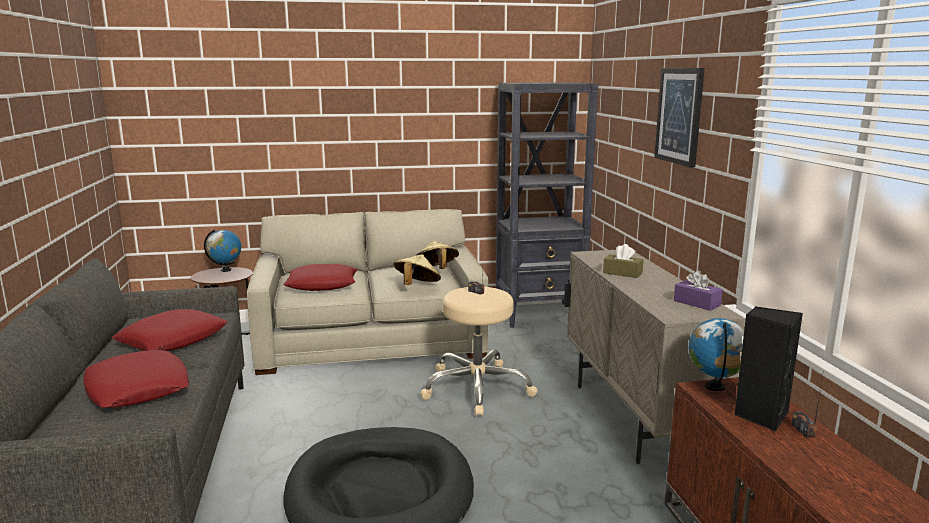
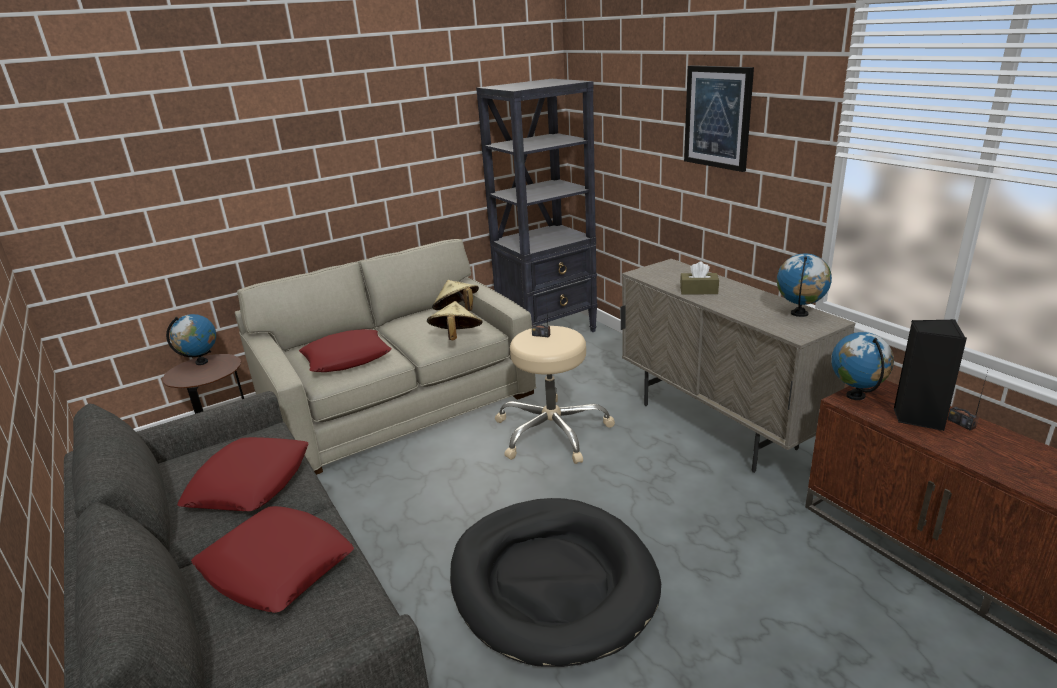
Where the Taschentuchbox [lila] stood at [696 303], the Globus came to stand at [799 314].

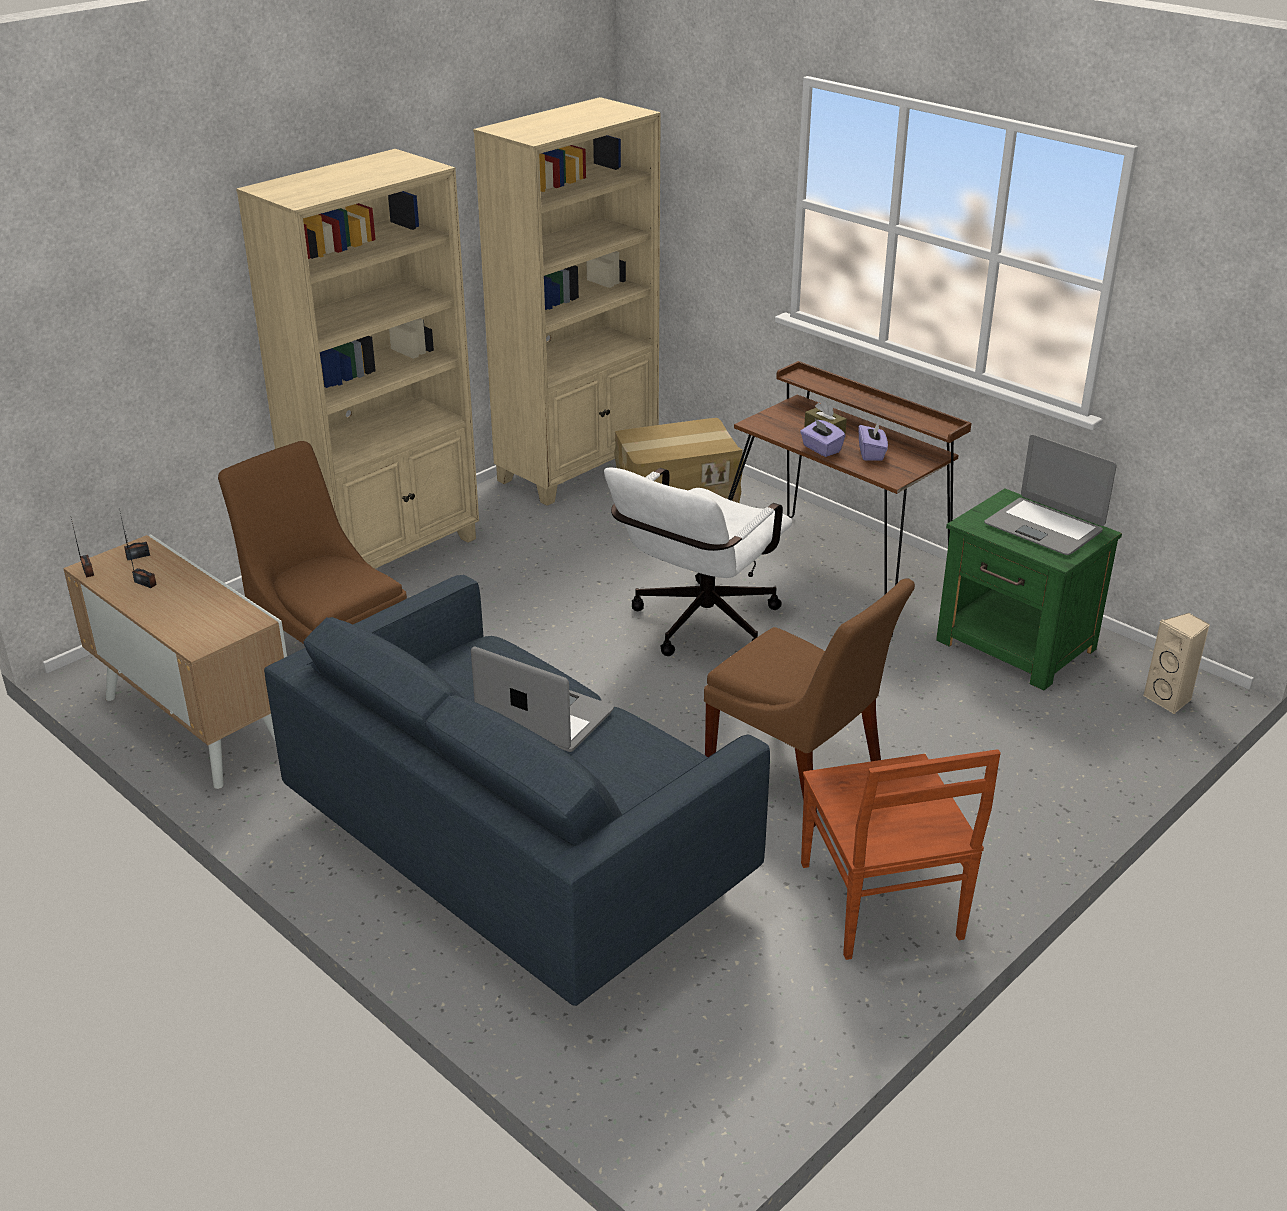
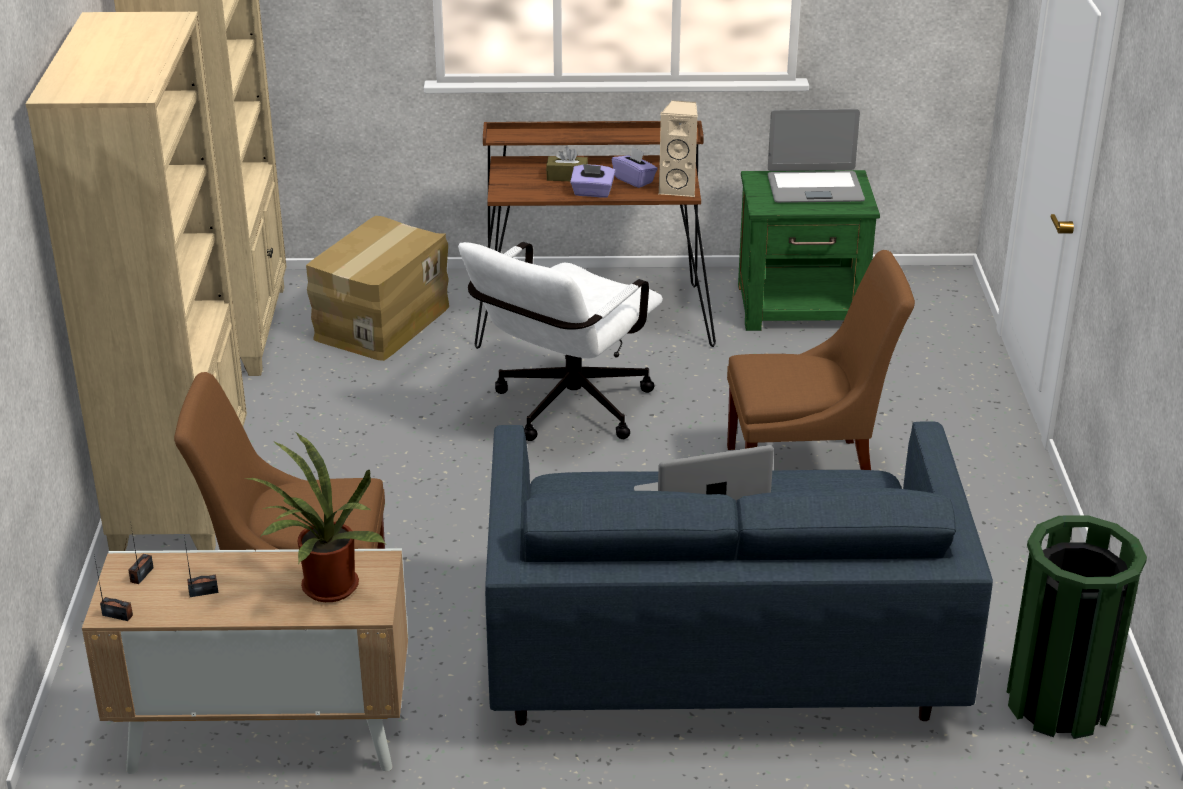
The Bürostuhl [weiß] at [698 627] ended up facing another way, 45 degrees clockwise from before.
The second view lost the Stuhl [braun] at [881 904].
The Lautsprecher [beige] ended up elsewhere, having gone from [1169 700] to [679 189].
The second view gained the Topfpflanze at [325 590].
The second view gained the Mülleimer [grün] at [1058 703].

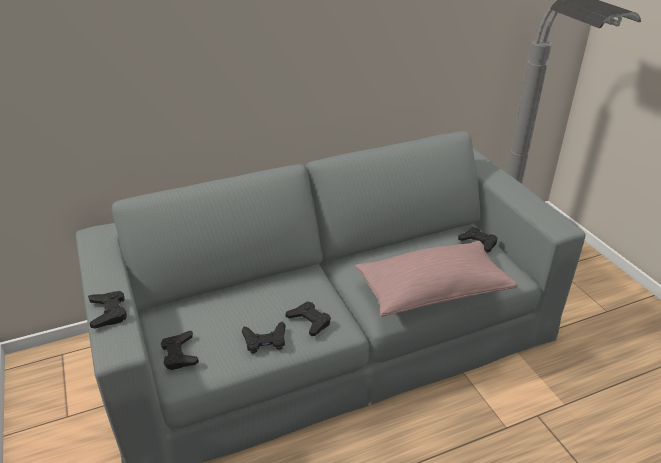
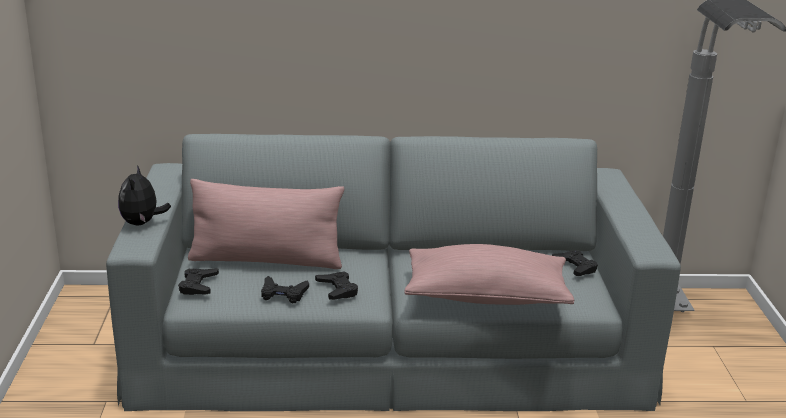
Where the Gamepad [schwarz] stood at [108 312], the Plüschtier came to stand at [142 223].
The second view gained the Kissen [rosa] at [266 260].

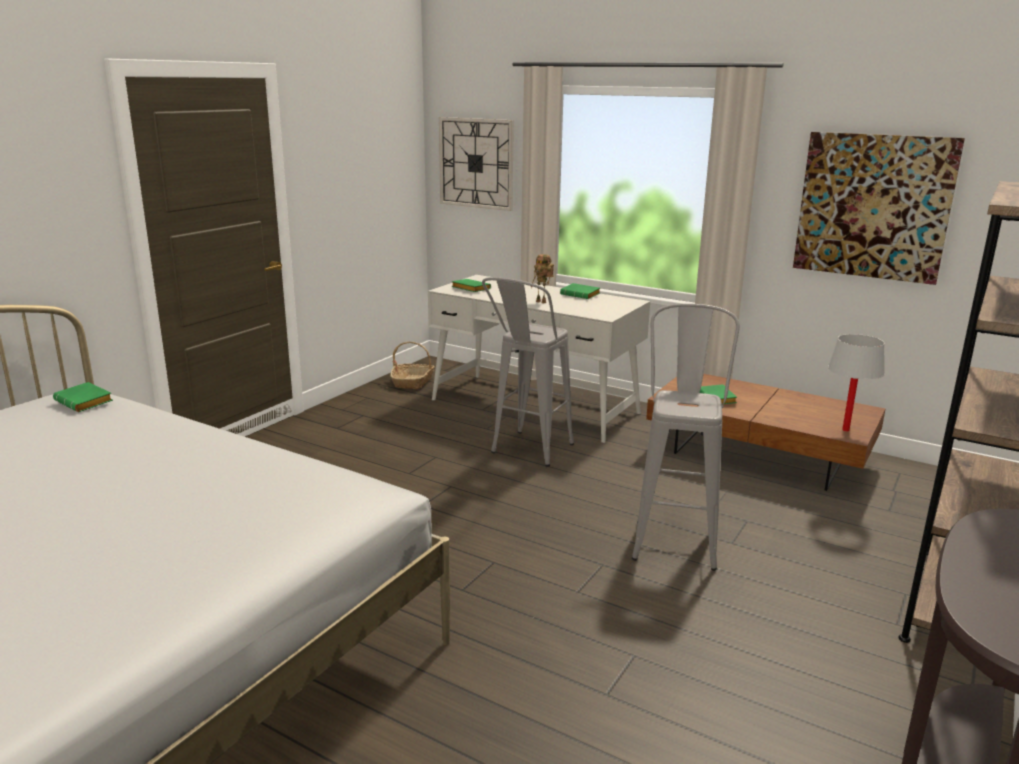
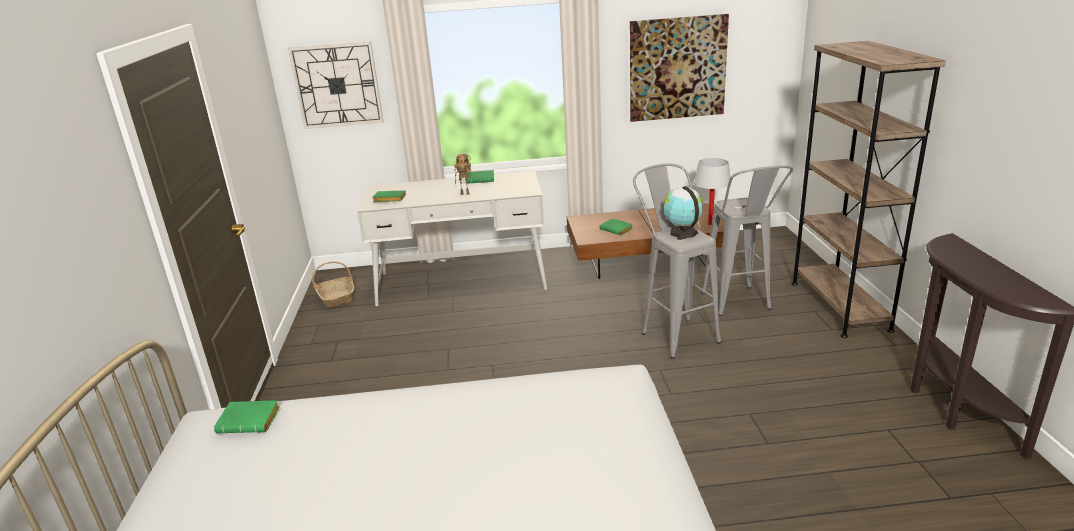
The Hocker [grau] ended up elsewhere, having gone from [526 453] to [739 306].
The second view gained the Globus at [682 232].

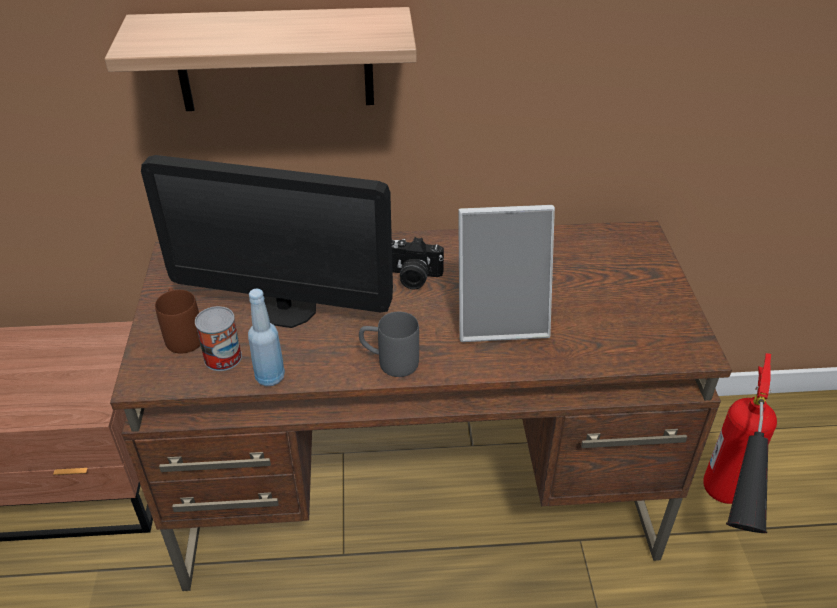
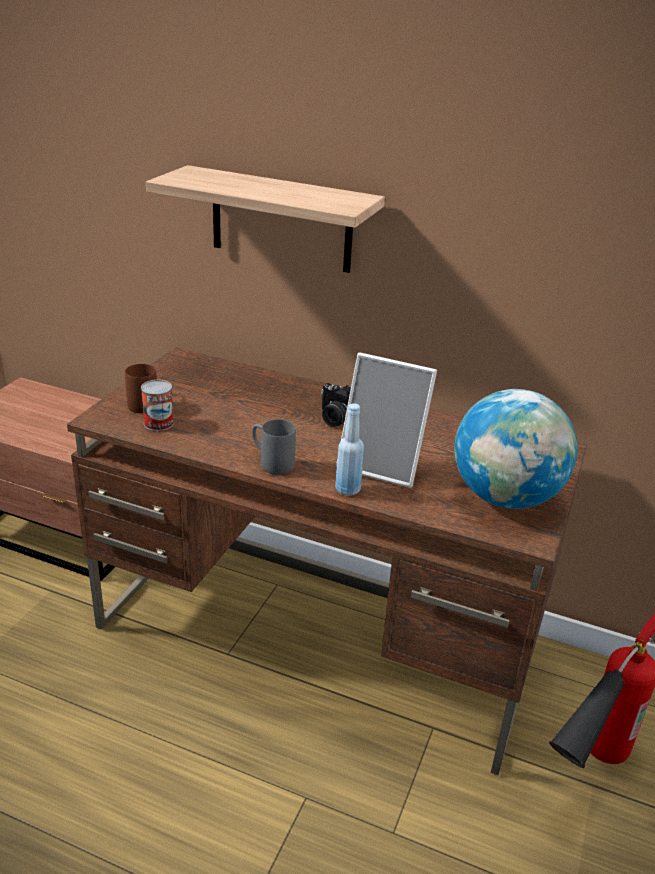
The second view lost the Monitor at [284 308].
The Flasche [blau] ended up elsewhere, having gone from [270 377] to [347 490].
The second view gained the Globus at [505 497].

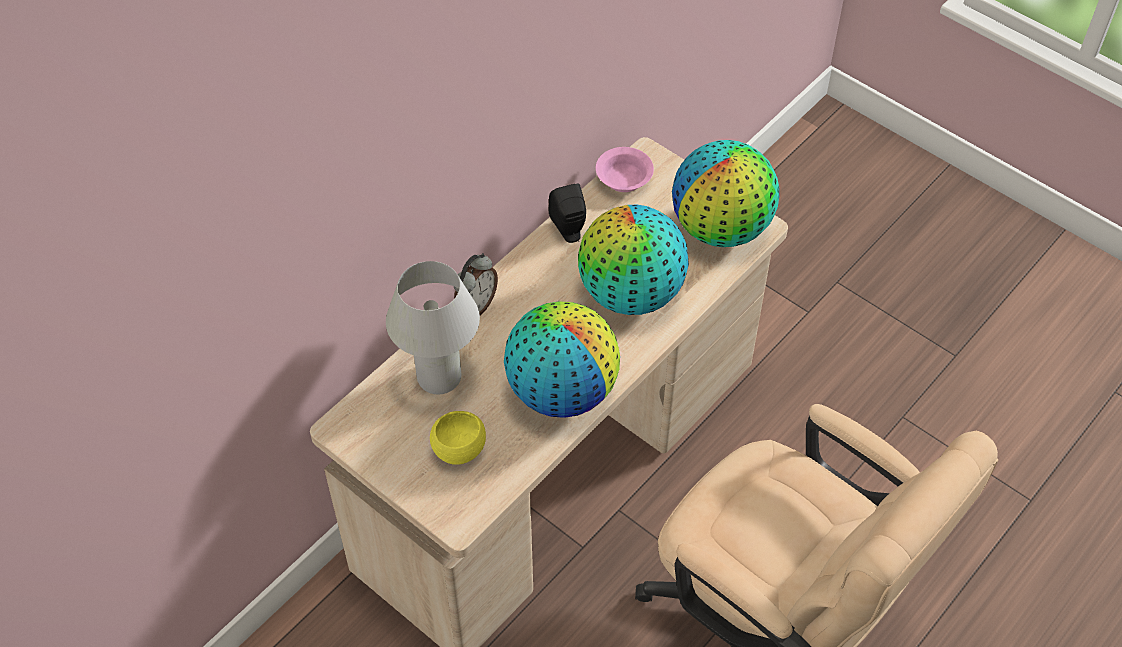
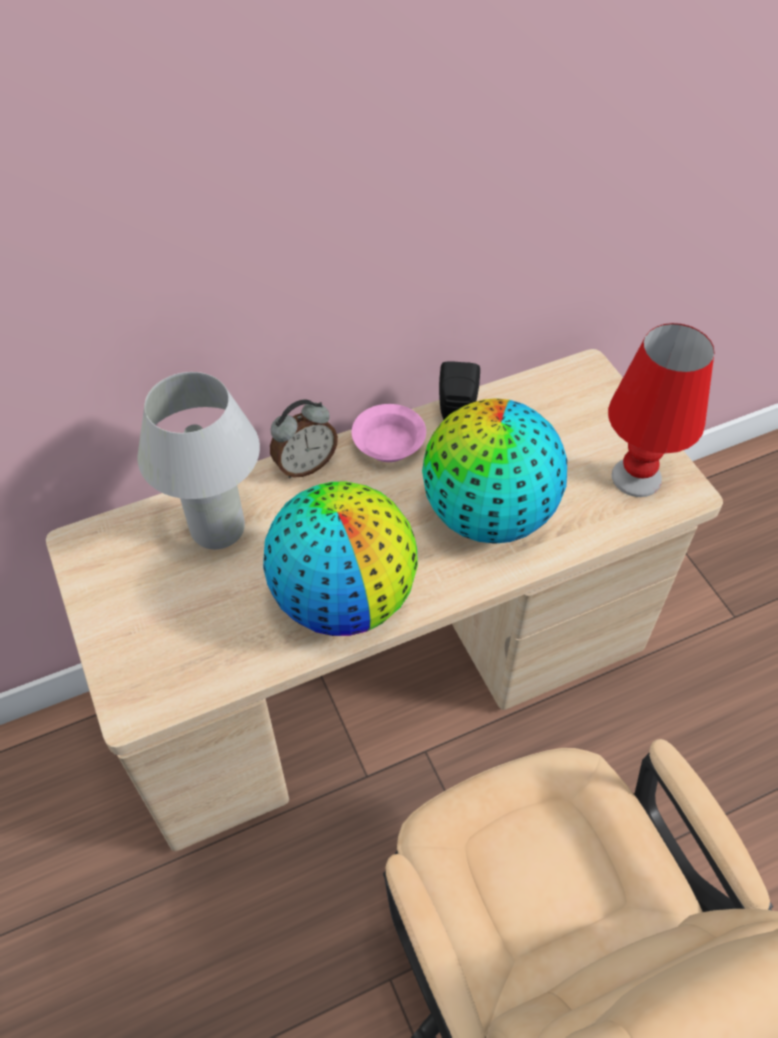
The second view lost the Schüssel [gelb] at [459 450].
The Schüssel [rosa] ended up elsewhere, having gone from [622 178] to [388 444].
Where the Globus stood at [721 228], the Tischlampe [rot] came to stand at [637 477].

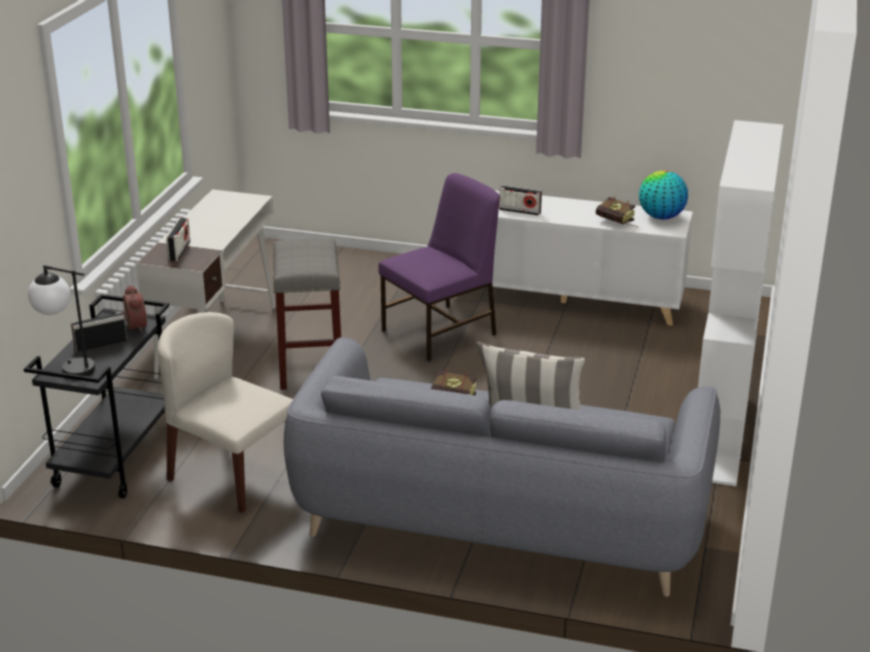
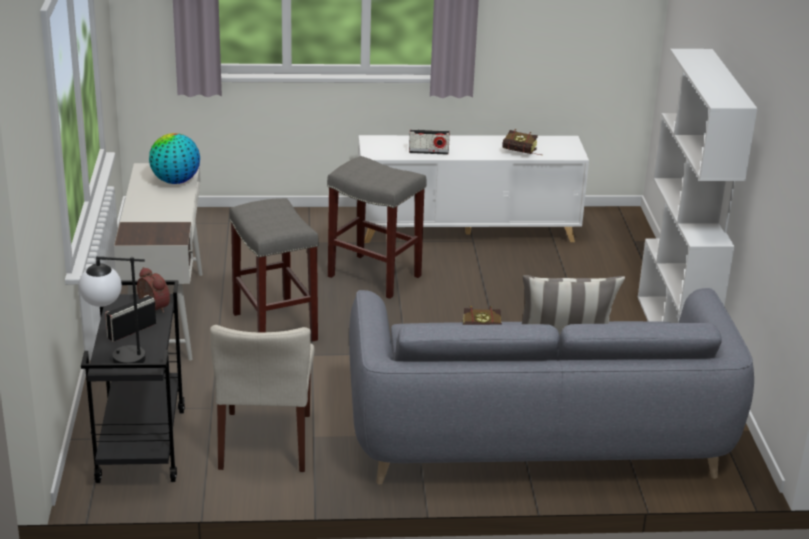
The Stuhl [beige] at [231 475] ended up facing another way, 105 degrees counterclockwise from before.
The second view lost the Radio at [179 251].
Where the Stuhl [lila] stood at [441 332], the Hocker [grau] came to stand at [376 276].
The Globus ended up elsewhere, having gone from [661 217] to [175 181].

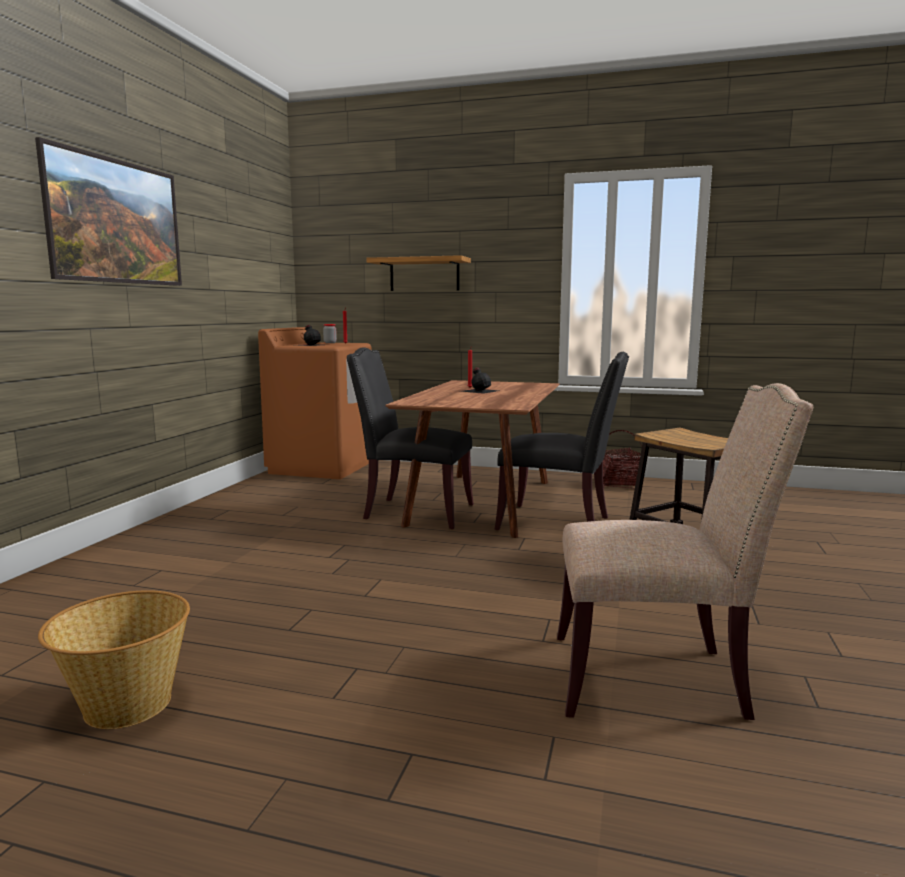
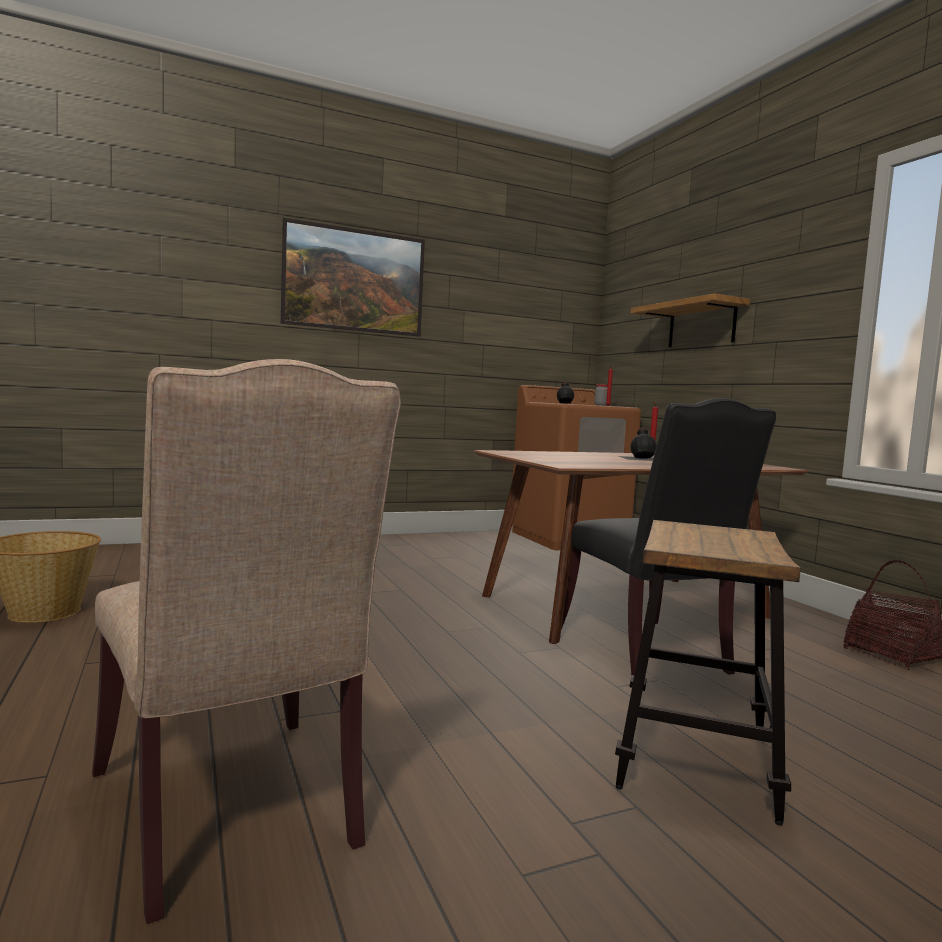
The second view lost the Stuhl [schwarz] at [413 512].

